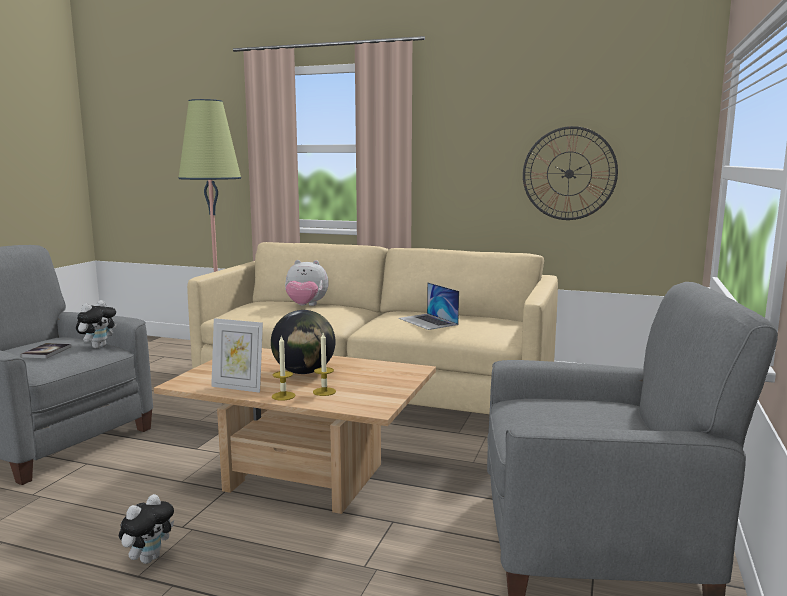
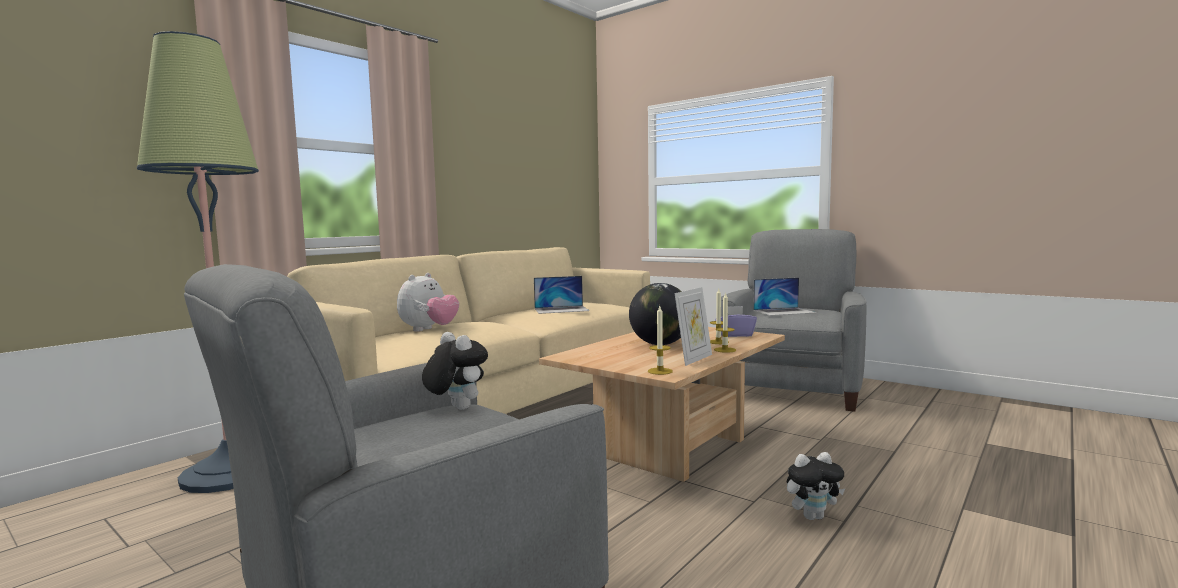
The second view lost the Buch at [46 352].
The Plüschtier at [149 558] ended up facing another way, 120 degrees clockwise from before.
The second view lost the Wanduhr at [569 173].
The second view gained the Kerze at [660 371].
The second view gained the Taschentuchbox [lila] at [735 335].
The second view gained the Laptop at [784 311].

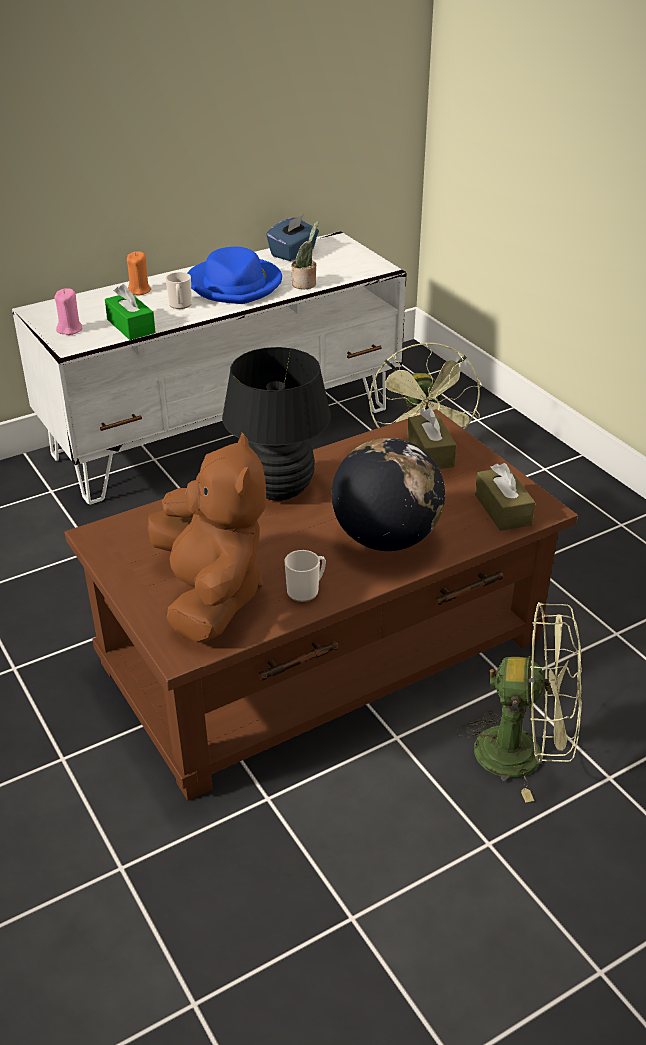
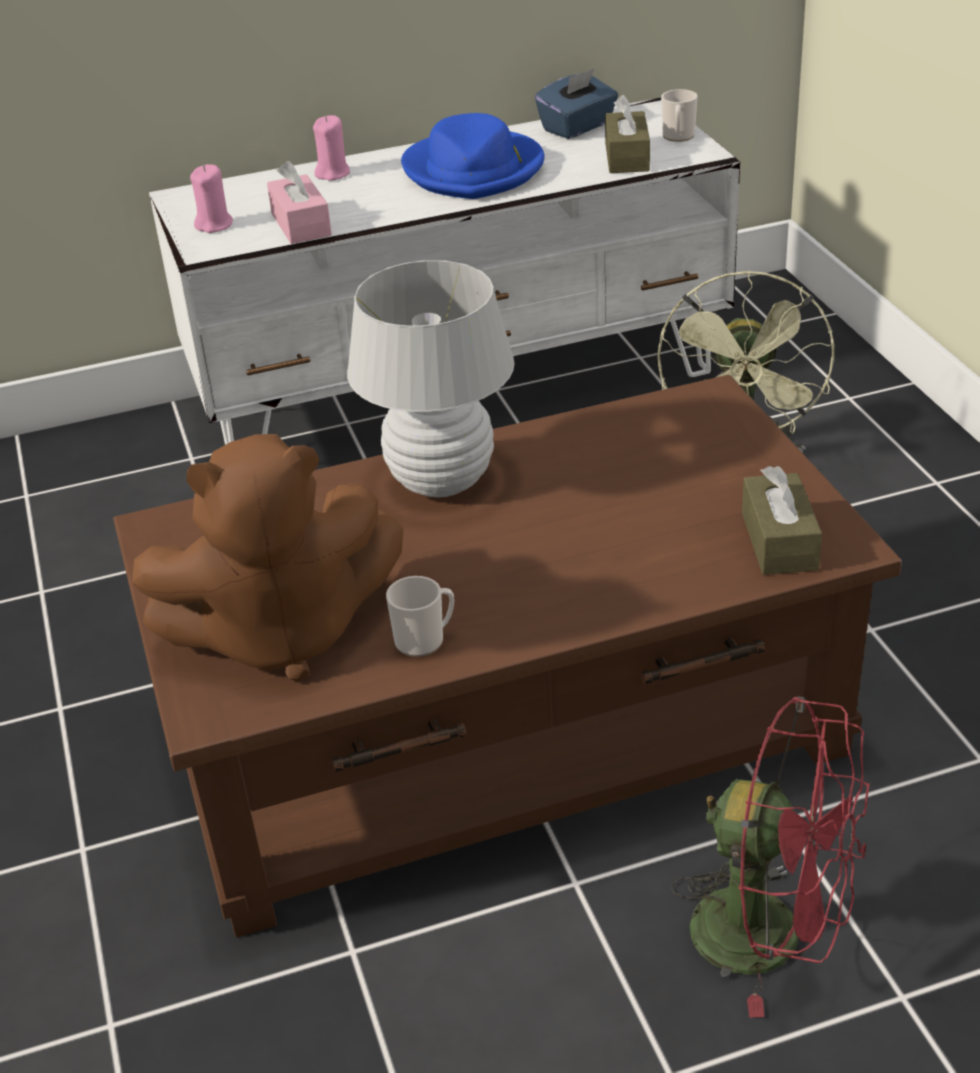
What was the Taschentuchbox [grün] at [131 326] turned into the Taschentuchbox [rosa] at [301 224].
What was the Kerze [orange] at [139 290] turned into the Kerze [rosa] at [333 173].
The Plüschtier [braun] at [210 596] ended up facing another way, 75 degrees clockwise from before.
The Henkelbecher ended up elsewhere, having gone from [180 305] to [678 137].
What was the Tischlampe [schwarz] at [278 490] turned into the Tischlampe [weiß] at [440 481].
The second view lost the Topfpflanze at [305 284].
The second view lost the Globus at [386 539].
The Taschentuchbox [braun] ended up elsewhere, having gone from [430 453] to [627 157].
What was the Ventilator [grün] at [524 753] turned into the Ventilator [rot] at [771 936].

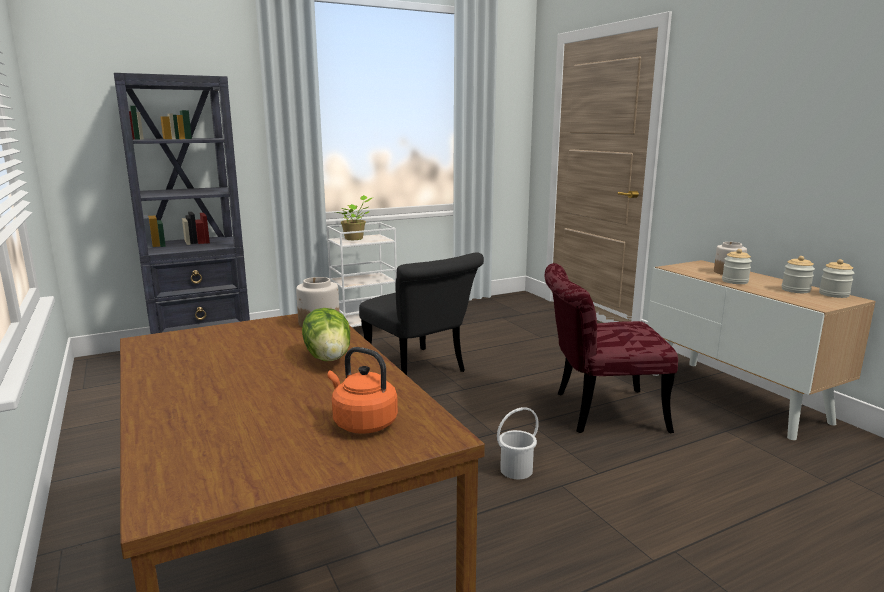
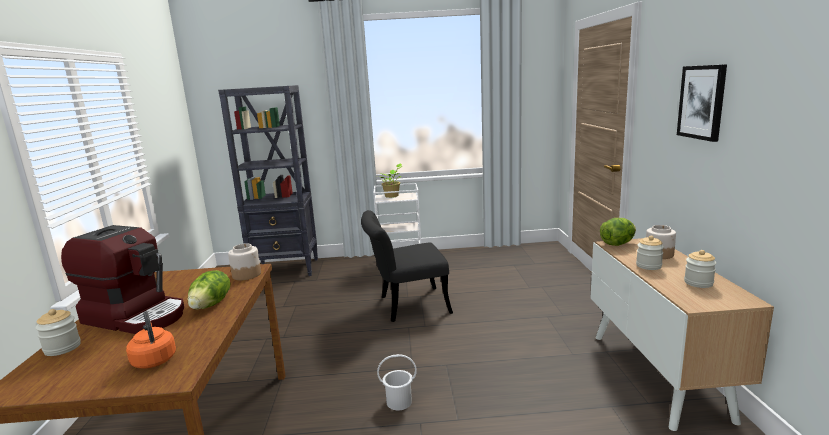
The Stuhl [schwarz] at [420 372] ended up facing another way, 90 degrees clockwise from before.
The second view lost the Stuhl [rot] at [597 412].
The Vorratsglas ended up elsewhere, having gone from [834 294] to [62 348].
The second view gained the Kaffeemaschine at [137 316].
The second view gained the Salatkopf at [617 244].
The second view gained the Bild at [702 102].

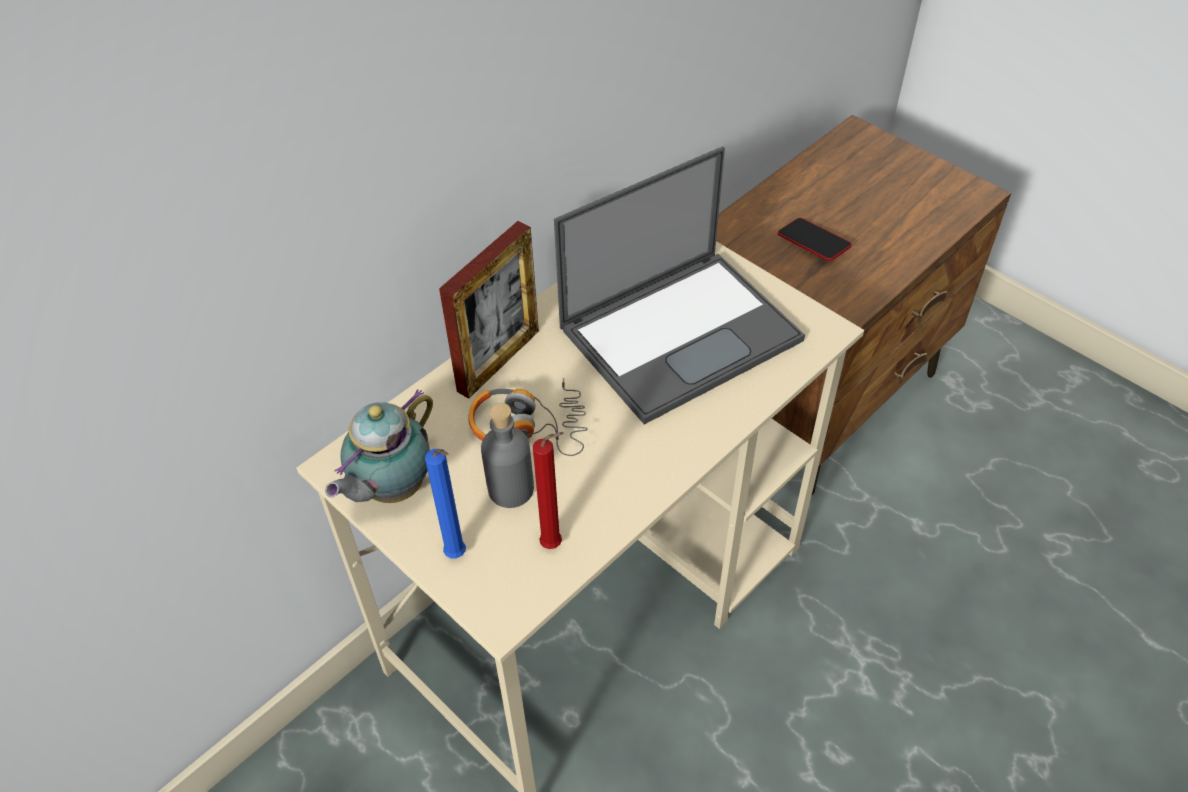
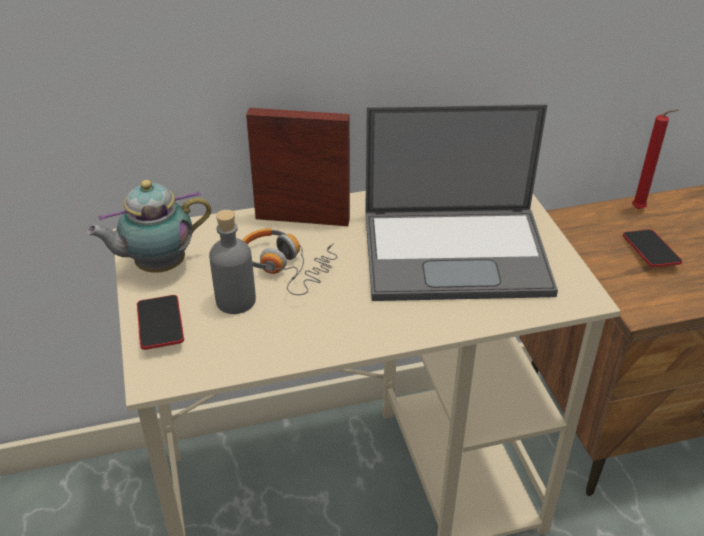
Where the Kerze [blau] stood at [458 556], the Handy came to stand at [160 326].
The Bilderrahmen at [498 360] ended up facing another way, 150 degrees counterclockwise from before.
The Kerze [rot] ended up elsewhere, having gone from [555 544] to [640 210].

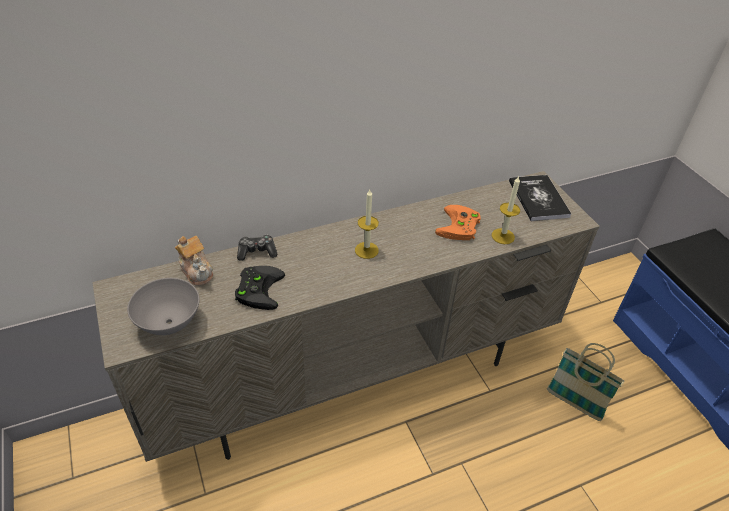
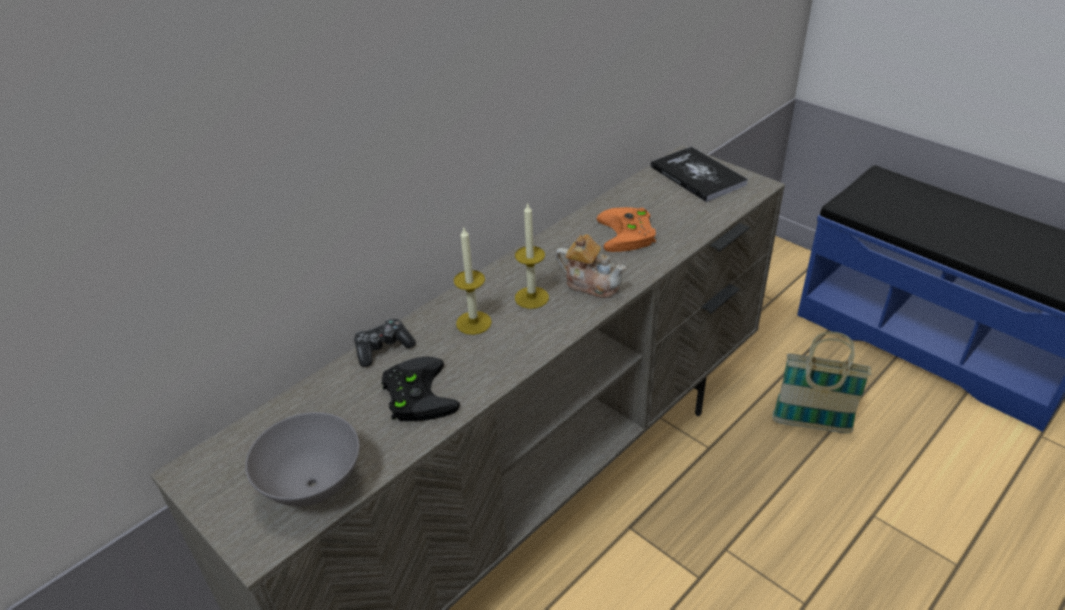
The Teekanne ended up elsewhere, having gone from [197 271] to [591 283].
The Kerze ended up elsewhere, having gone from [503 236] to [473 323].

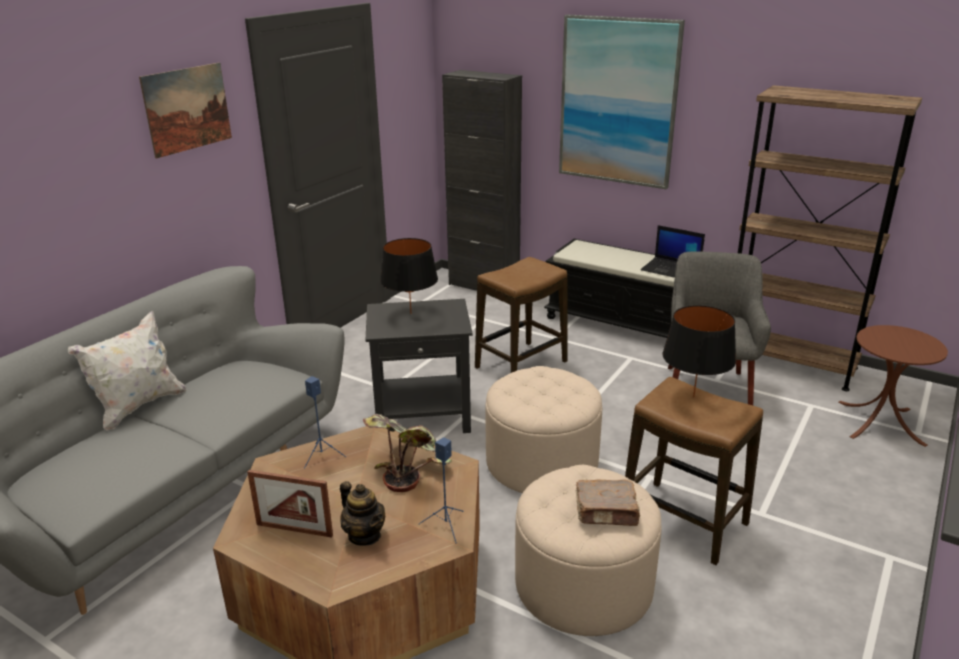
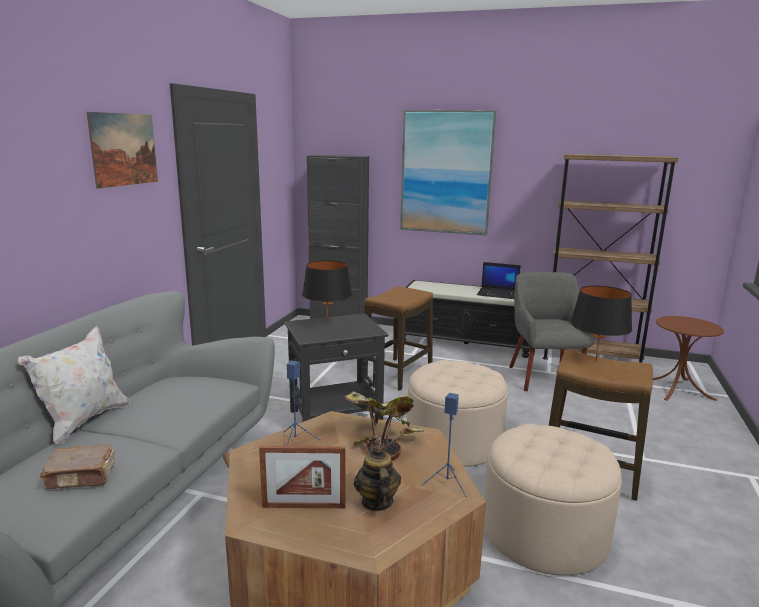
The Teekanne at [364 535] ended up facing another way, 135 degrees counterclockwise from before.
The Buch [braun] ended up elsewhere, having gone from [607 512] to [82 477].

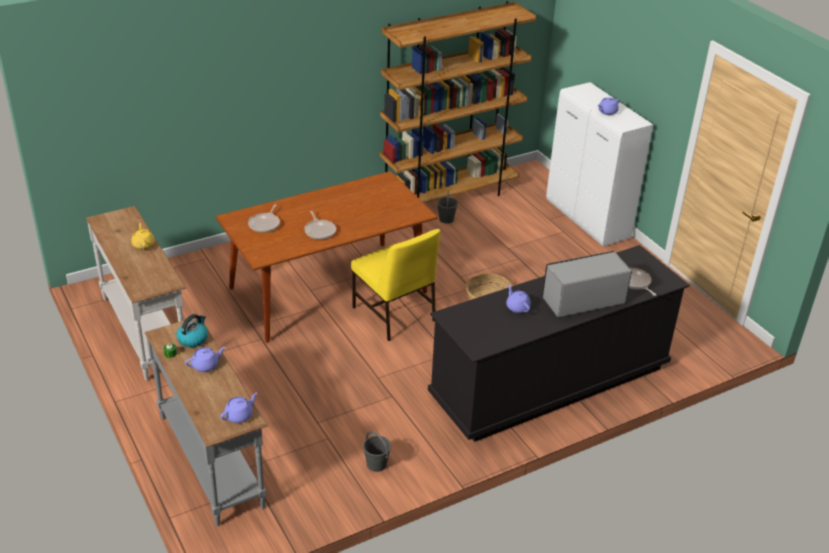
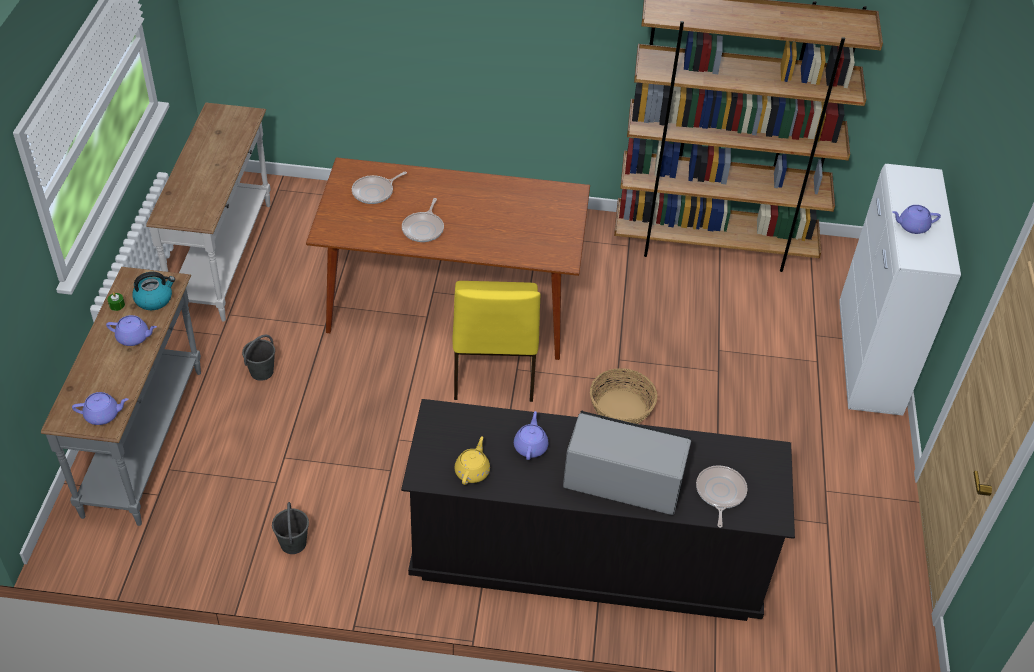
The Teekanne [gelb] ended up elsewhere, having gone from [143 244] to [472 471].
The Eimer [grau] ended up elsewhere, having gone from [446 219] to [262 371].

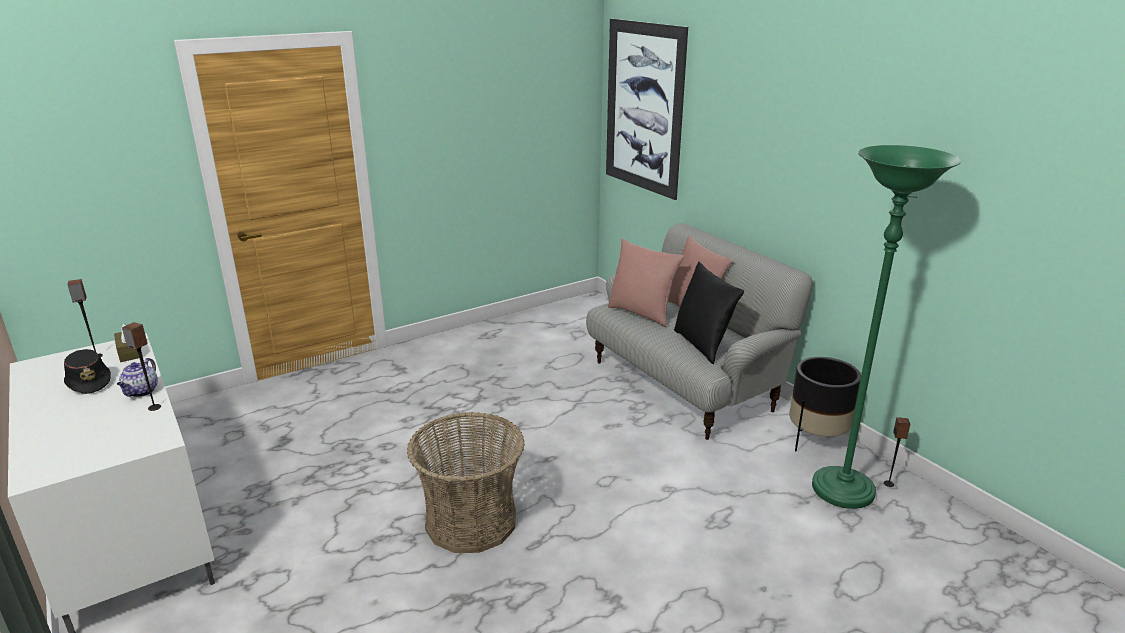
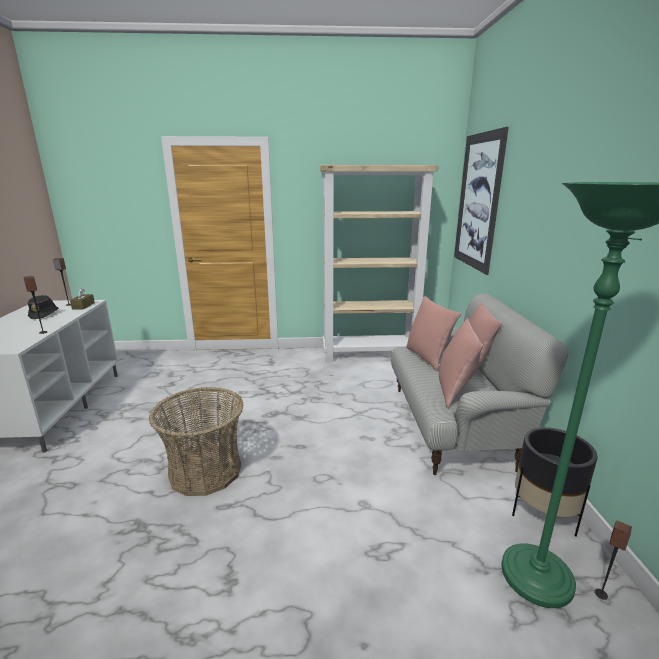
The second view lost the Teekanne at [141 392].
What was the Kissen [schwarz] at [702 345] turned into the Kissen [rosa] at [454 391].
The second view gained the Bücherregal [beige] at [370 354].

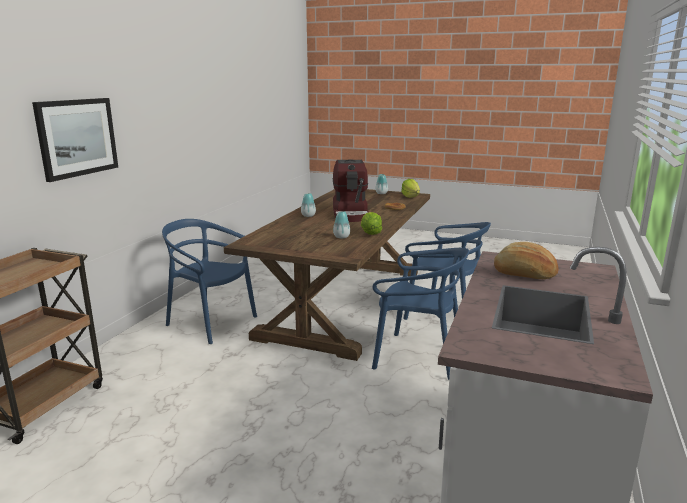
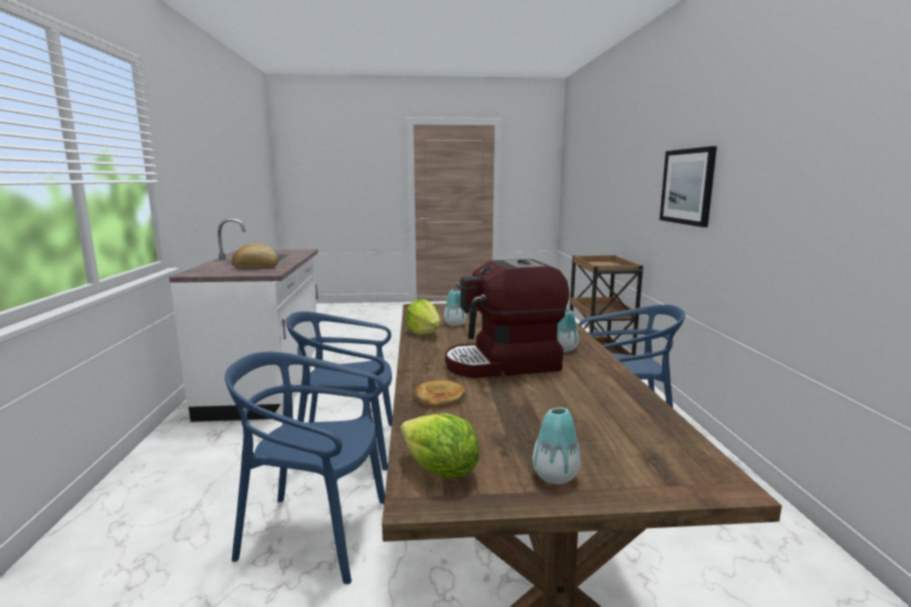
The Kaffeemaschine at [351 214] ended up facing another way, 75 degrees counterclockwise from before.

